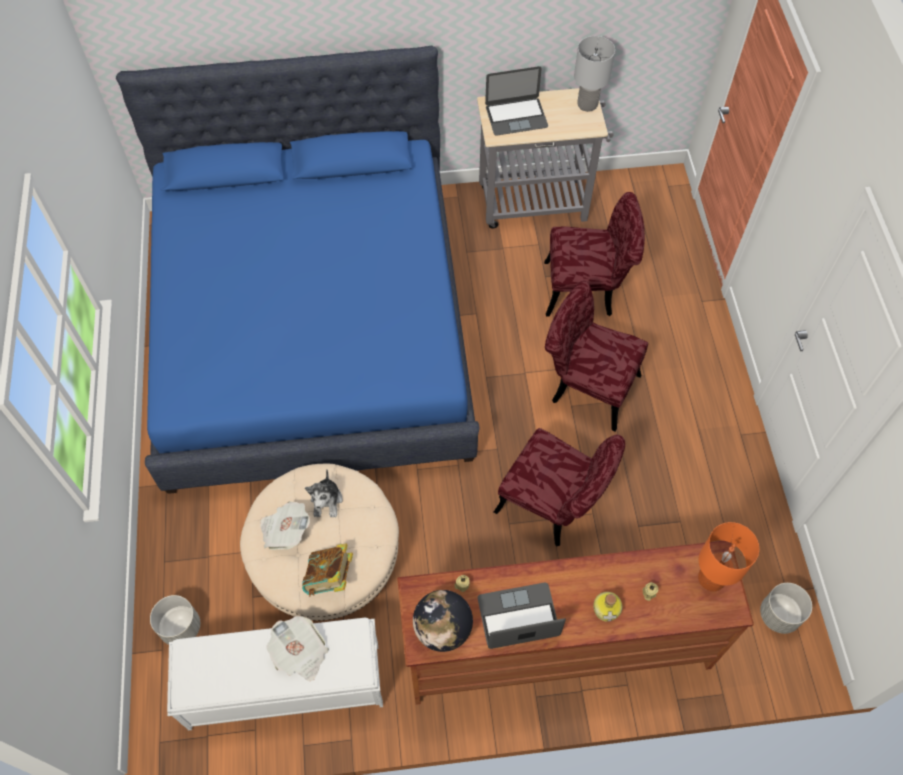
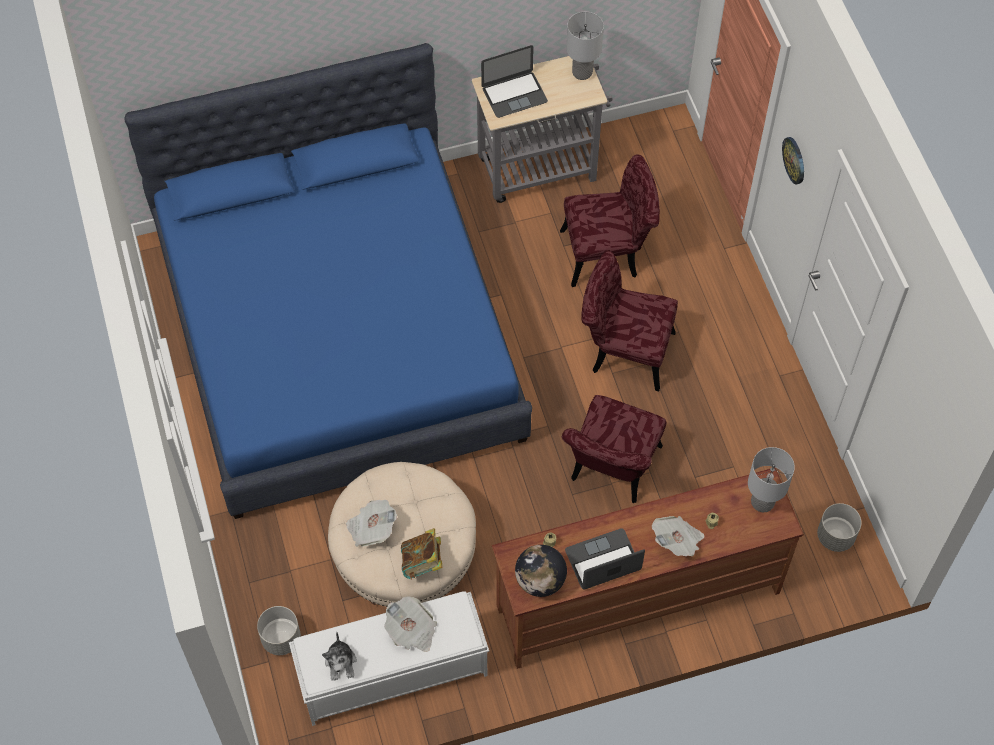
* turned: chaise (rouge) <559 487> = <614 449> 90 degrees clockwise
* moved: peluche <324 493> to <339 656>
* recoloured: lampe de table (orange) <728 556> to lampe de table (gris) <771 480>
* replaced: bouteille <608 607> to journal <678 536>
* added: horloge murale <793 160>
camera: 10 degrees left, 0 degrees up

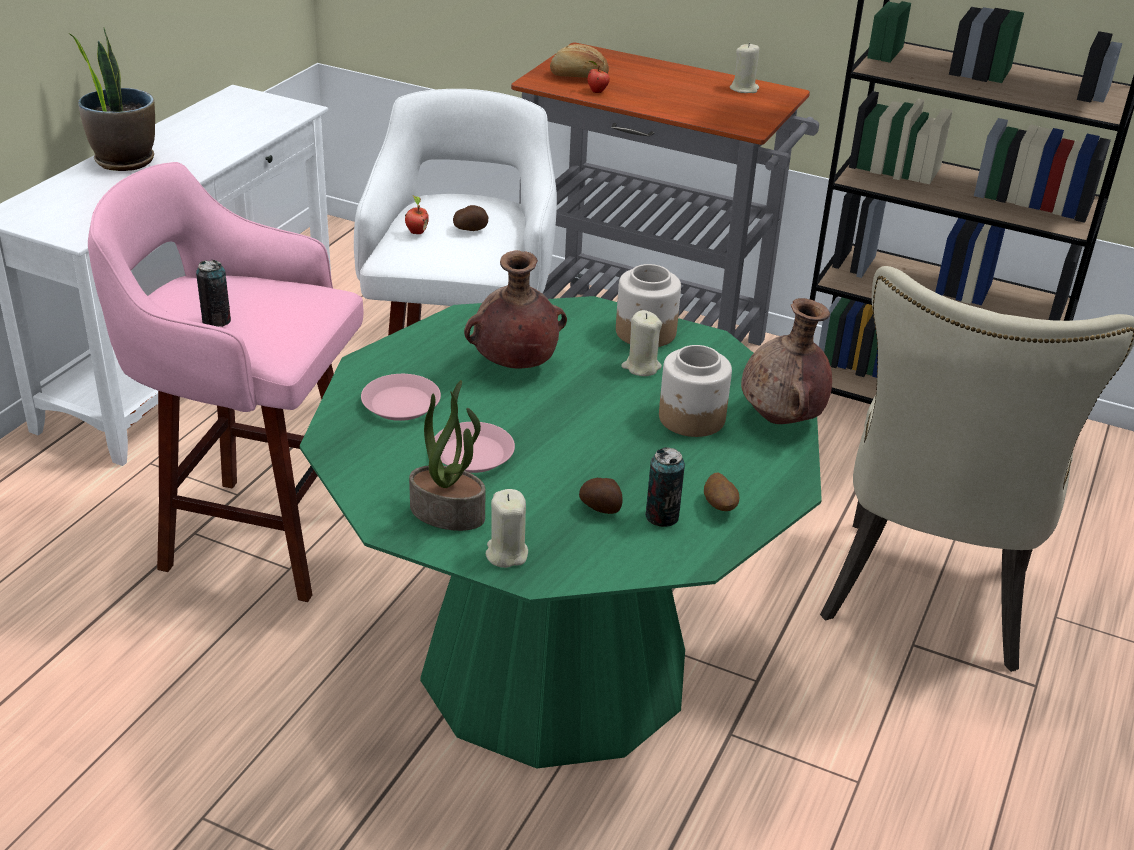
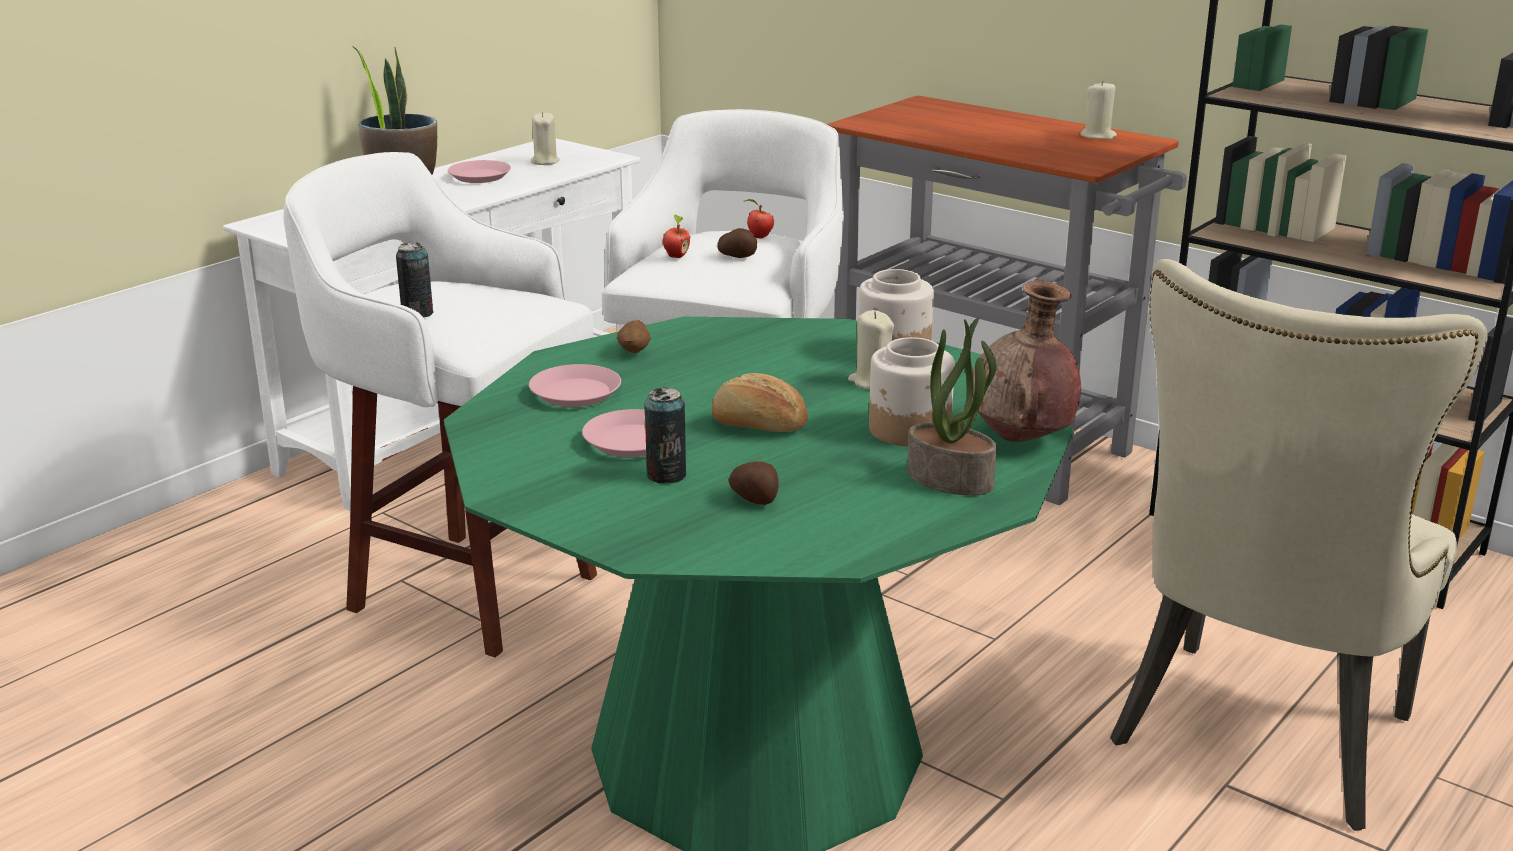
* moved: pain <579 61> to <760 402>
* moved: pomme <598 77> to <759 219>
* recoloured: tabouret (rose) <225 382> to tabouret (blanc) <440 404>
* removed: vase (marron) <515 309>
* moved: plante en pot <447 455> to <952 407>
* moved: boîte métallique <665 487> to <665 435>
* moved: pomme de terre <721 491> to <634 336>
* moved: bougie (beige) <507 528> to <545 138>
* added: assiette (rose) <479 171>
camera: 15 degrees right, 10 degrees down

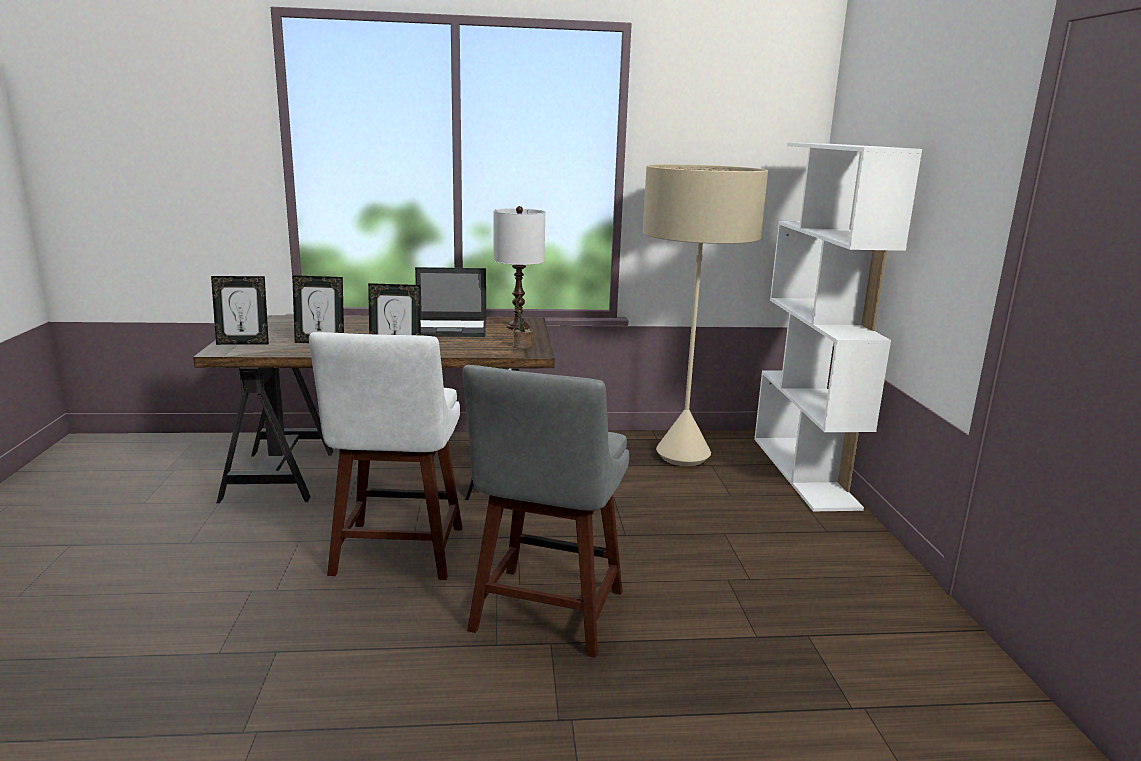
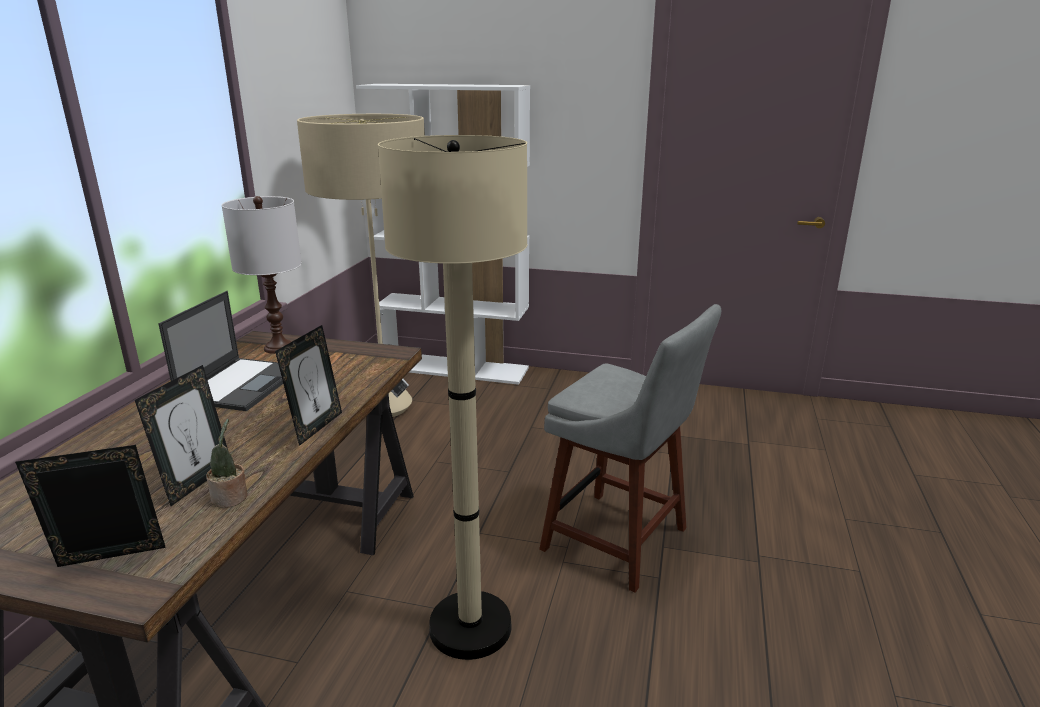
* turned: cadre photo <240 310> = <90 506> 120 degrees counterclockwise
* moved: plante en pot <523 322> to <227 463>
* replaced: chaise (blanc) <385 456> to lampadaire (beige) <453 397>
camera: 70 degrees left, 5 degrees up

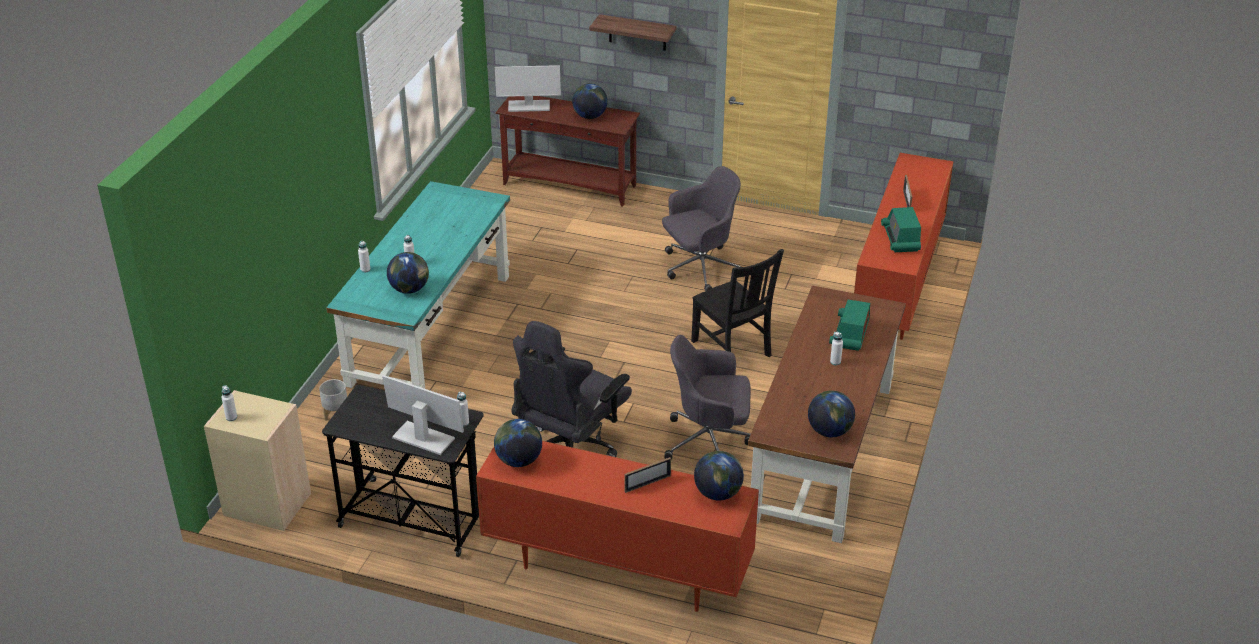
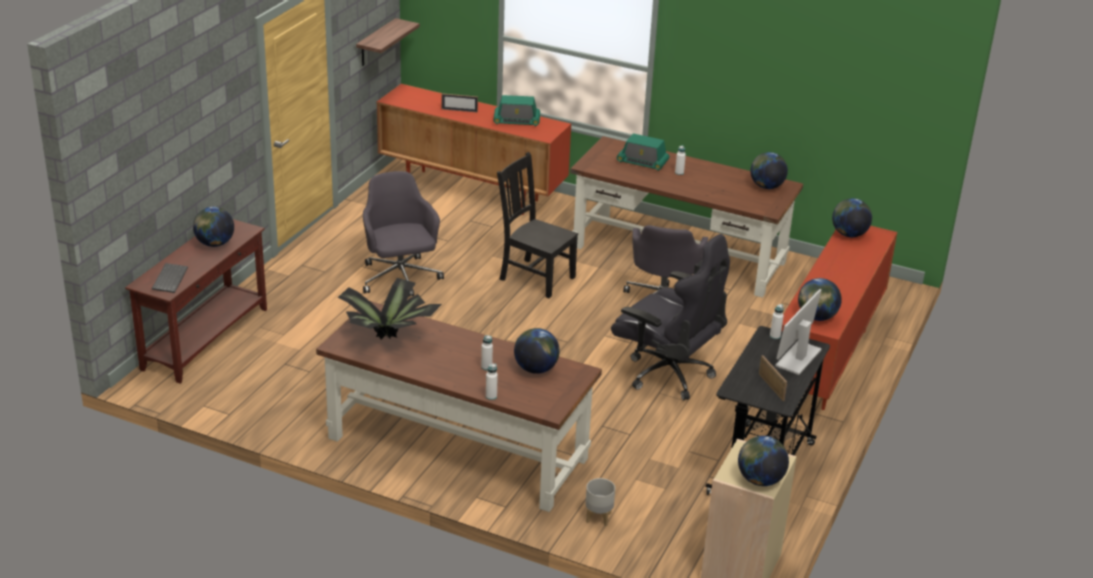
* moved: étagère <633 32> to <388 42>
* replaced: écran d'ordinateur <528 88> to clavier <170 278>
* recoloured: bureau (turquoise) <418 285> to bureau (marron) <459 406>
* turned: chaise (noir) <737 303> = <537 225> 120 degrees counterclockwise
* replaced: bouteille (blanc) <229 403> to globe <763 461>
* moved: cadre photo <648 475> to <773 378>
* added: plante en pot <390 309>
camera: 85 degrees left, 5 degrees down

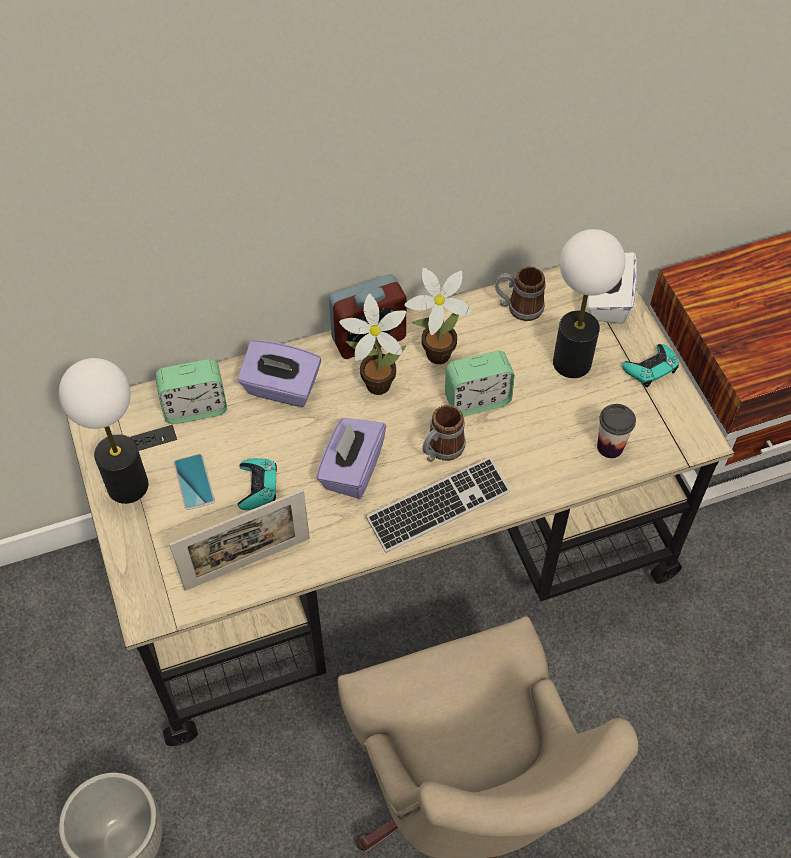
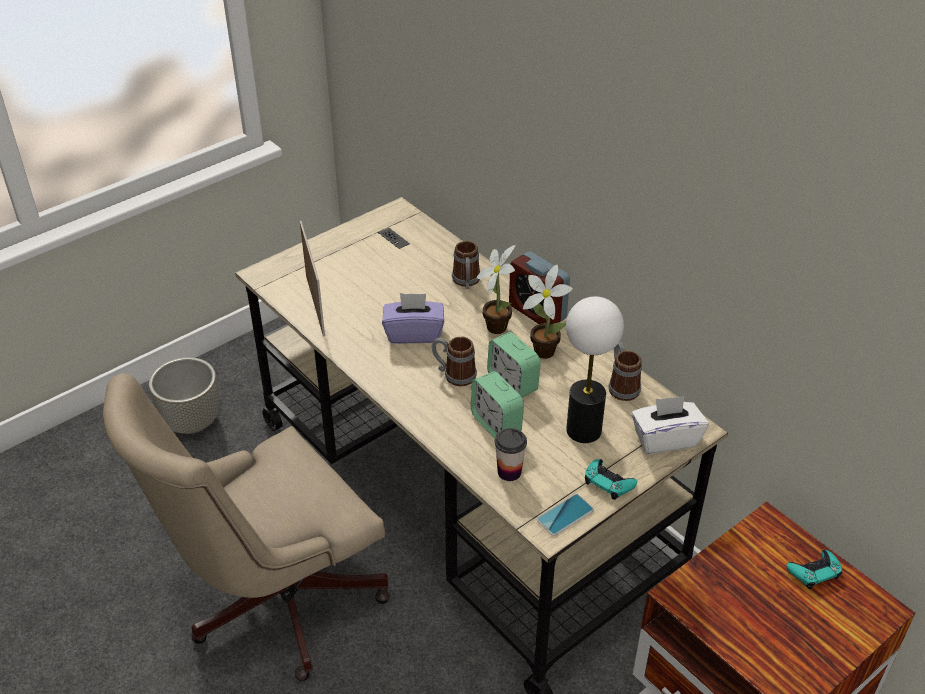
* replaced: boîte à mouchoirs (violet) <279 373> to mug <466 265>
* removed: lampe de table <104 431>
* moved: réveil <191 391> to <497 405>
* moved: téléphone <194 482> to <565 515>
* removed: clavier <438 505>
* moved: manette (turquoise) <257 484> to <814 569>
* turned: cadre photo <239 540> = <312 278> 150 degrees counterclockwise
camera: 70 degrees right, 15 degrees down

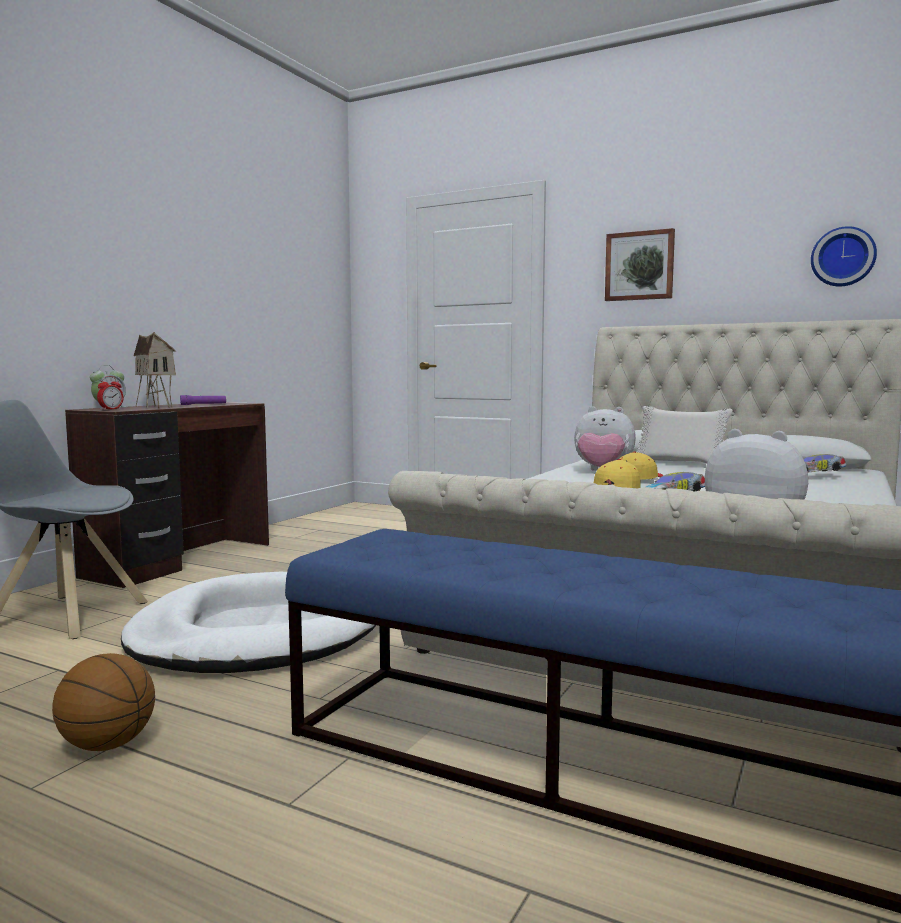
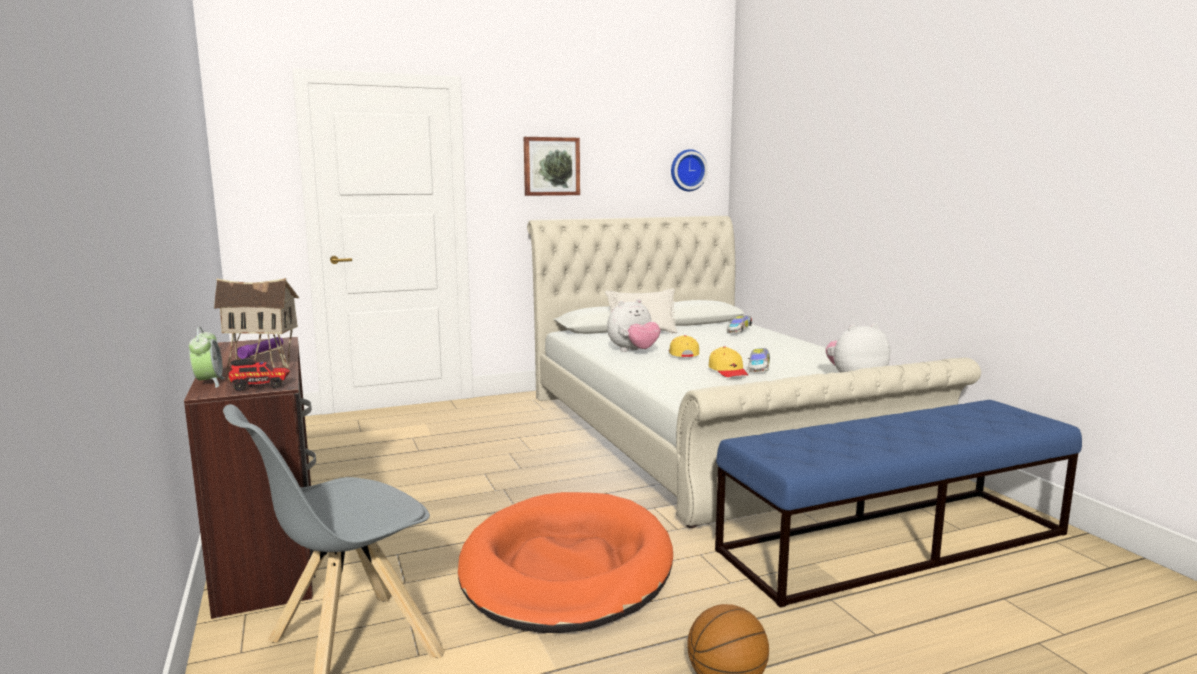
* replaced: réveil <110 393> to camion jouet <259 375>
* recoloured: panier pour chien (blanc) <248 622> to panier pour chien (orange) <565 562>
camera: 50 degrees left, 5 degrees up

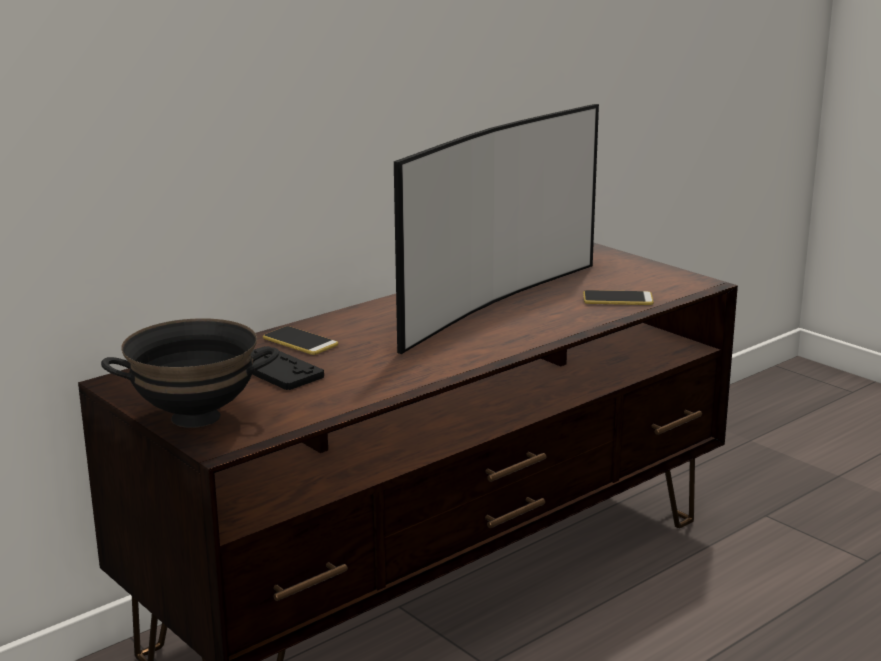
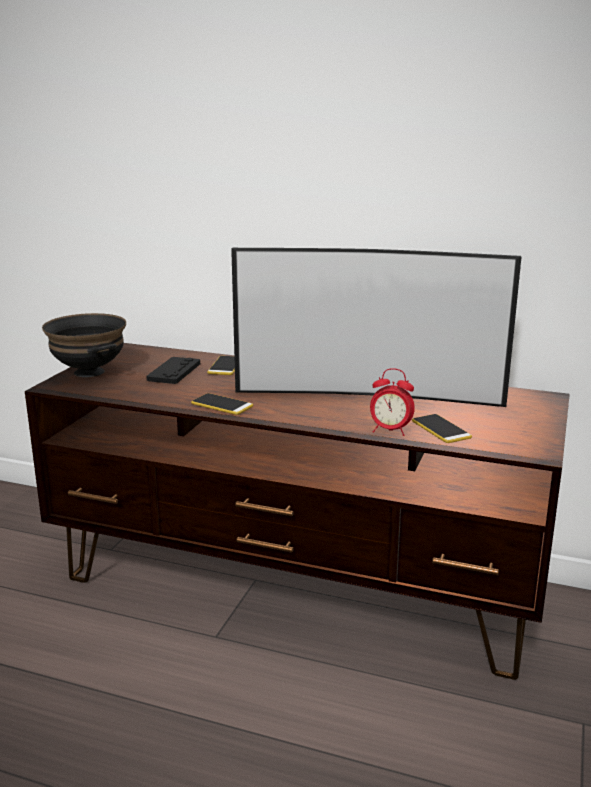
* added: réveil <392 402>
* added: téléphone <222 404>
camera: 60 degrees right, 0 degrees up

